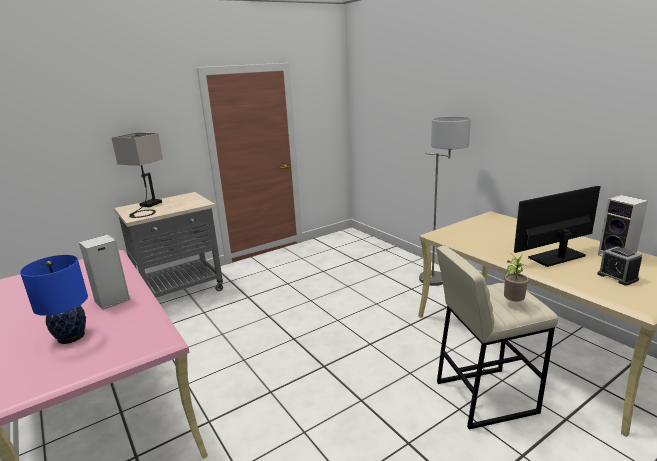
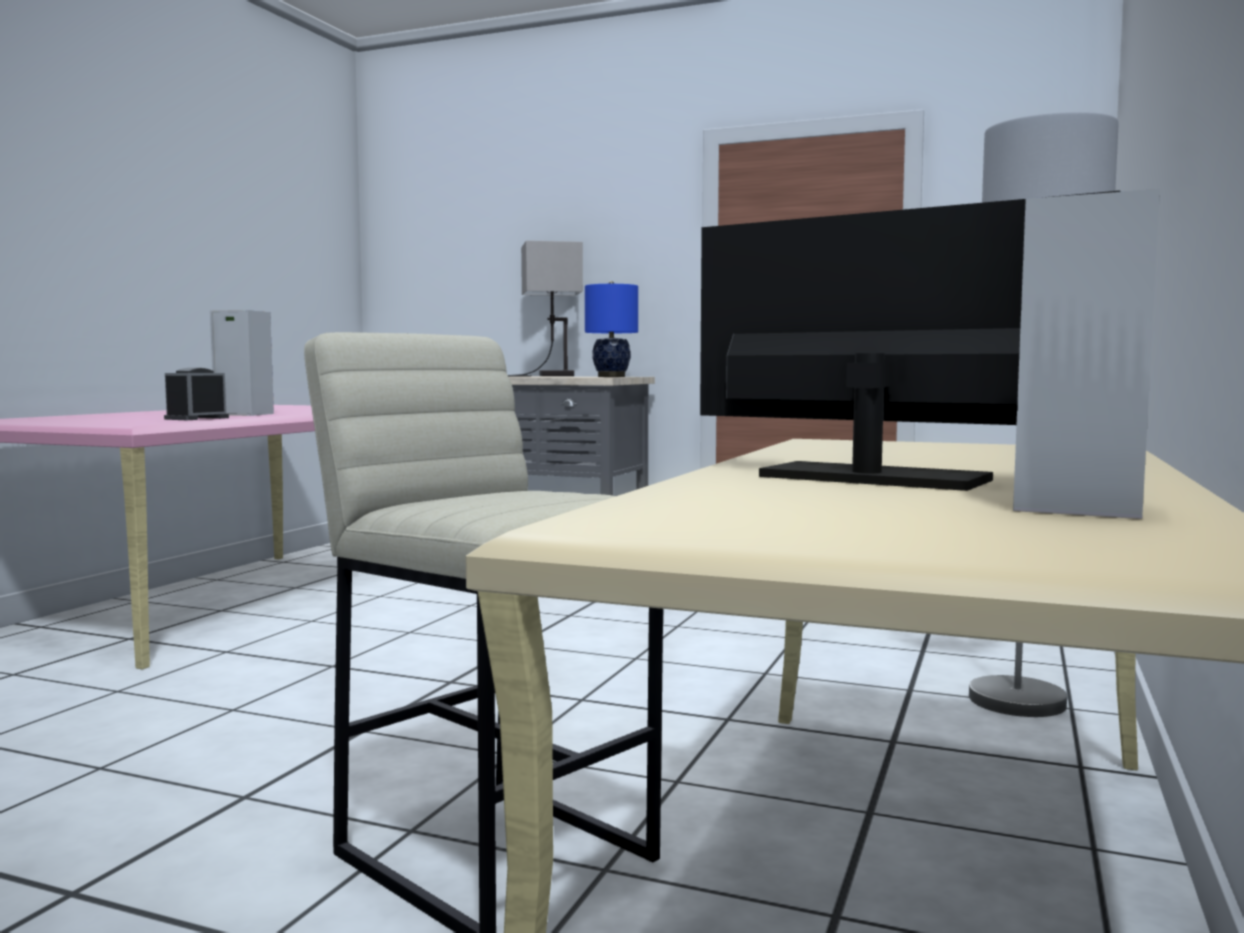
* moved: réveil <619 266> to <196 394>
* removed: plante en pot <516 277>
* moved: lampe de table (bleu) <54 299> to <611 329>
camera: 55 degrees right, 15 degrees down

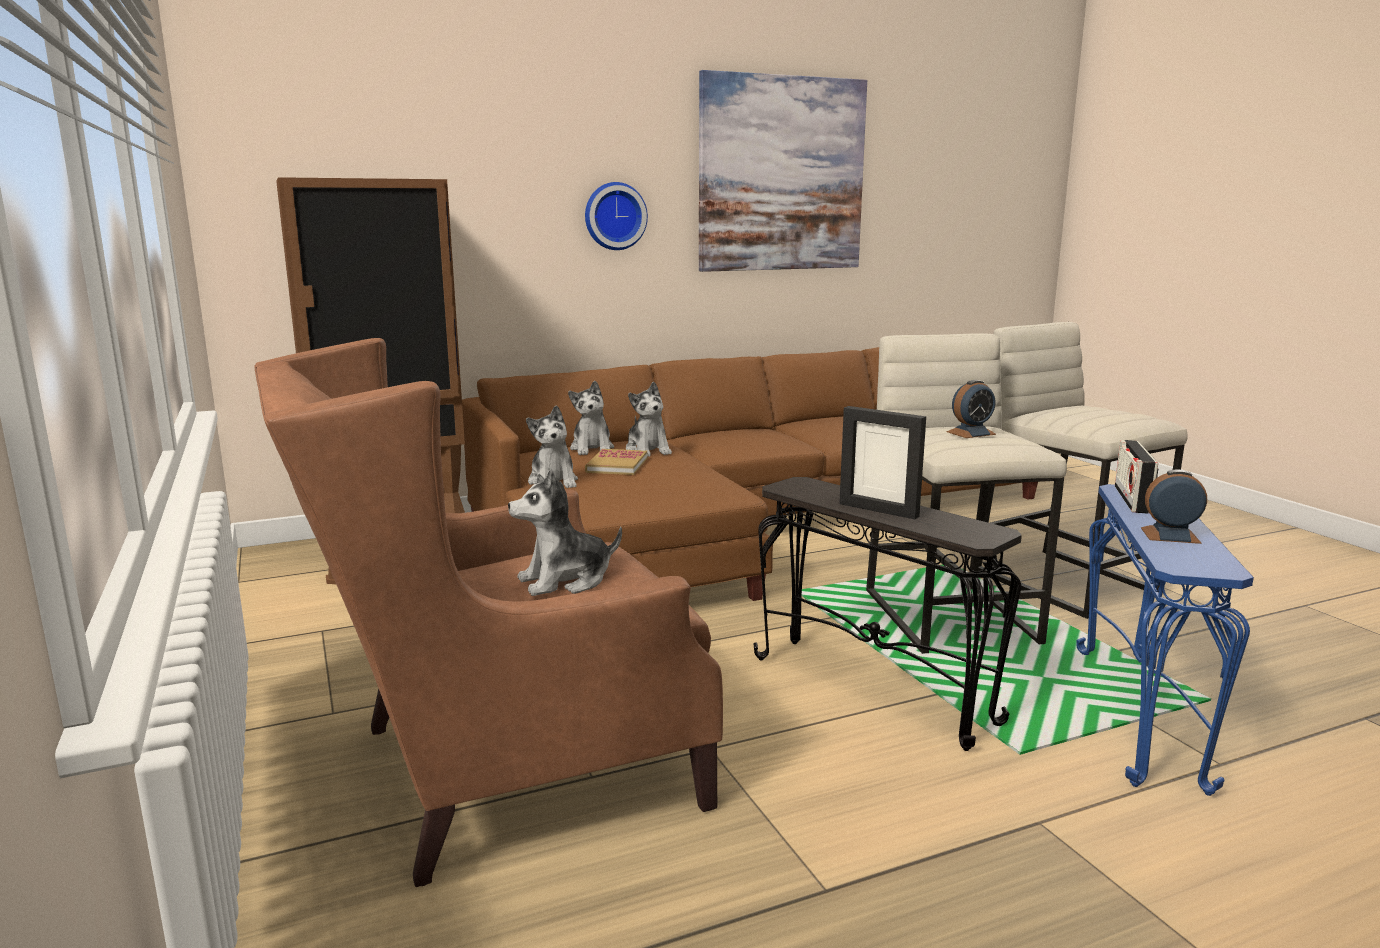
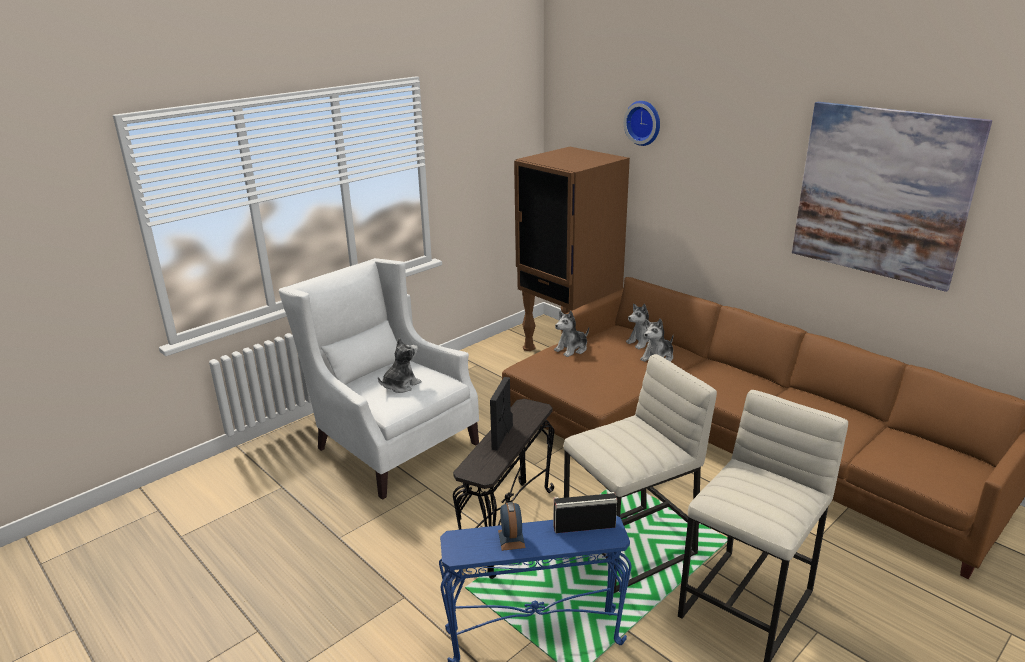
* moved: horloge murale <616 216> to <642 123>
* recoloured: fauteuil (marron) <488 612> to fauteuil (blanc) <379 379>
* removed: réveil <971 409>
* removed: livre <616 462>
* turned: peluche <565 532> = <399 365> 90 degrees clockwise
camera: 70 degrees right, 10 degrees up

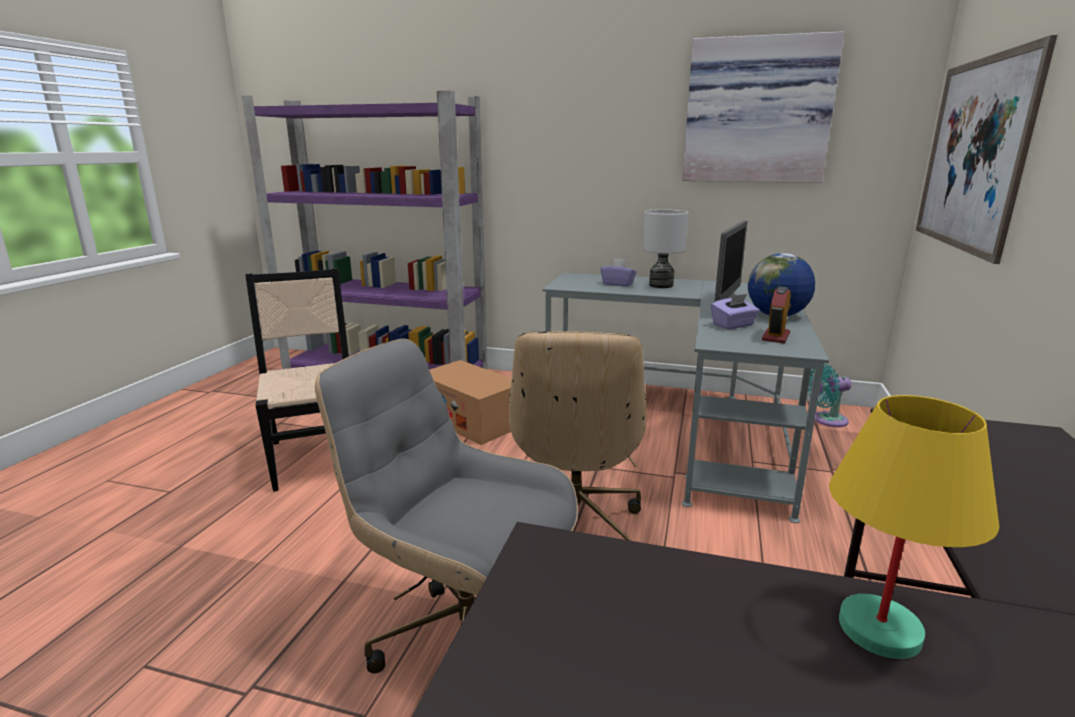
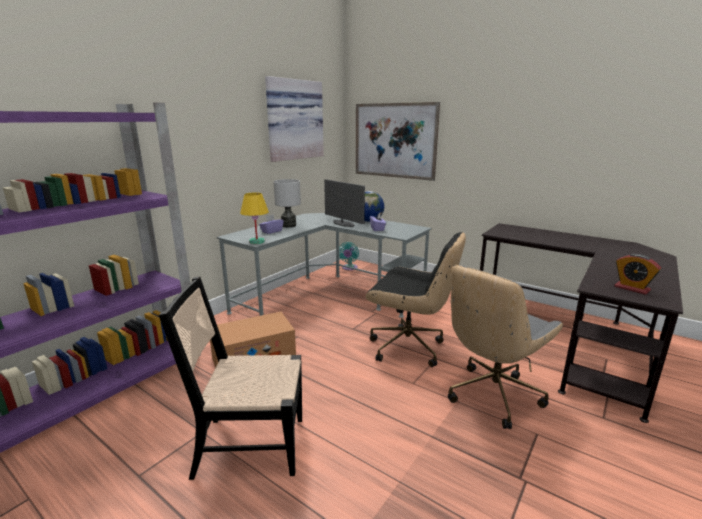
* moved: réveil <776 315> to <637 274>
* moved: lampe de table (jaune) <914 527> to <254 218>
camera: 70 degrees left, 0 degrees up

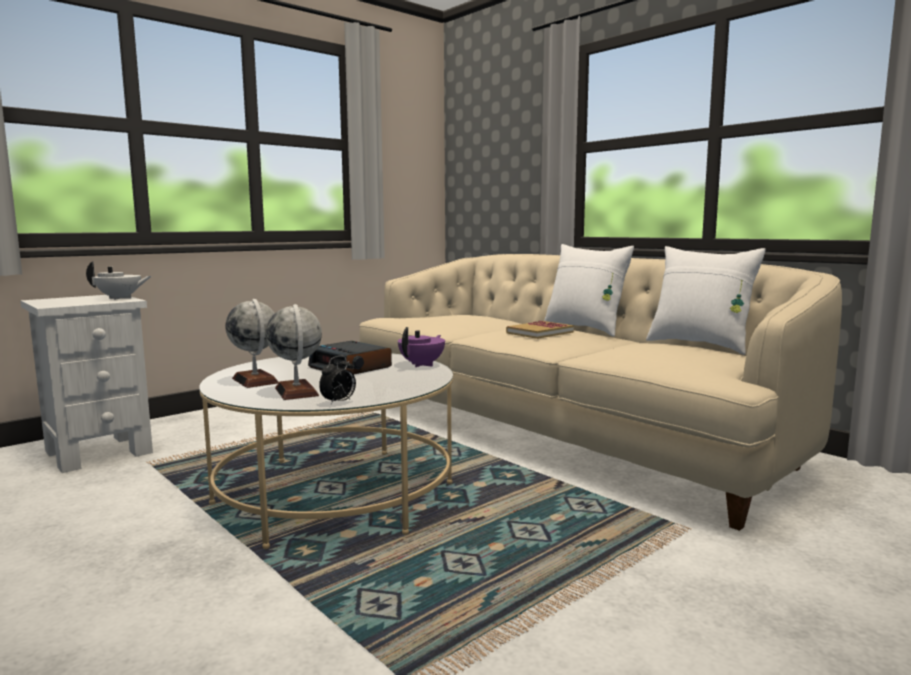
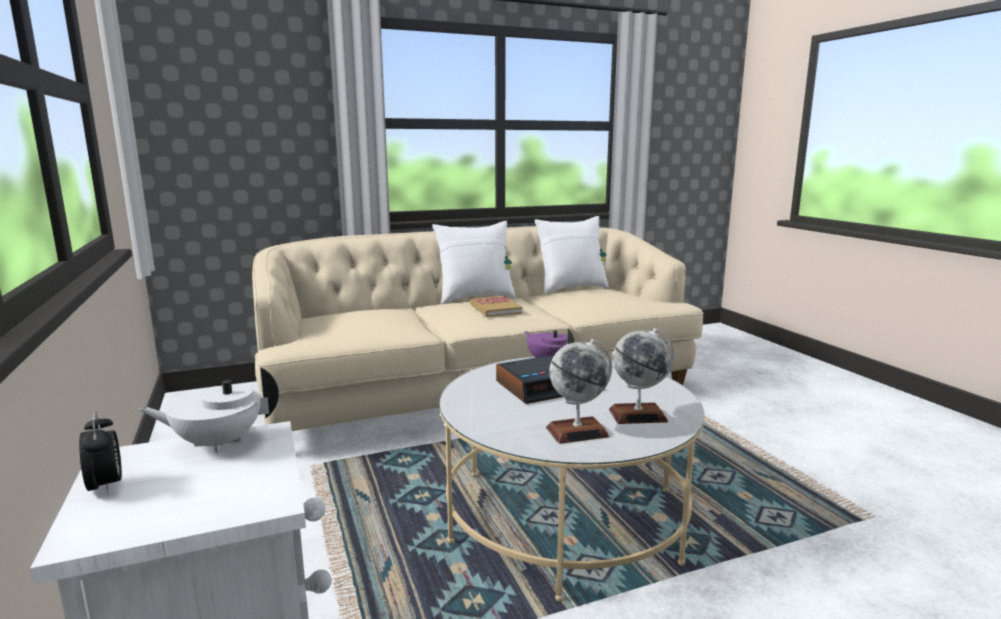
* turned: théière (blanc) <119 280> = <208 410> 120 degrees counterclockwise
* moved: réveil <337 380> to <100 453>
camera: 70 degrees left, 5 degrees up

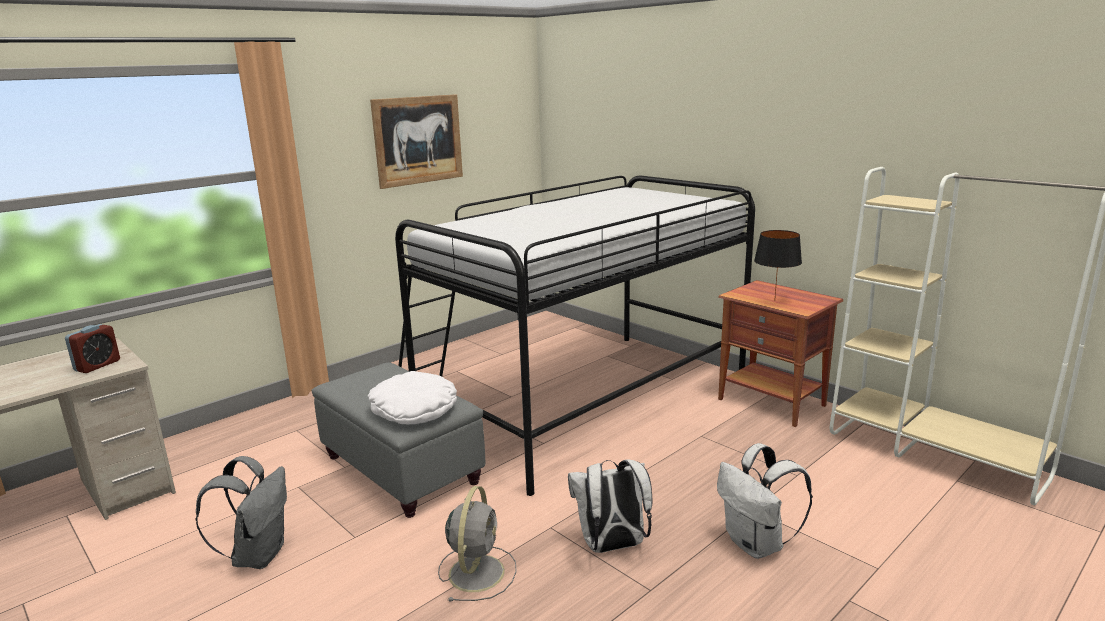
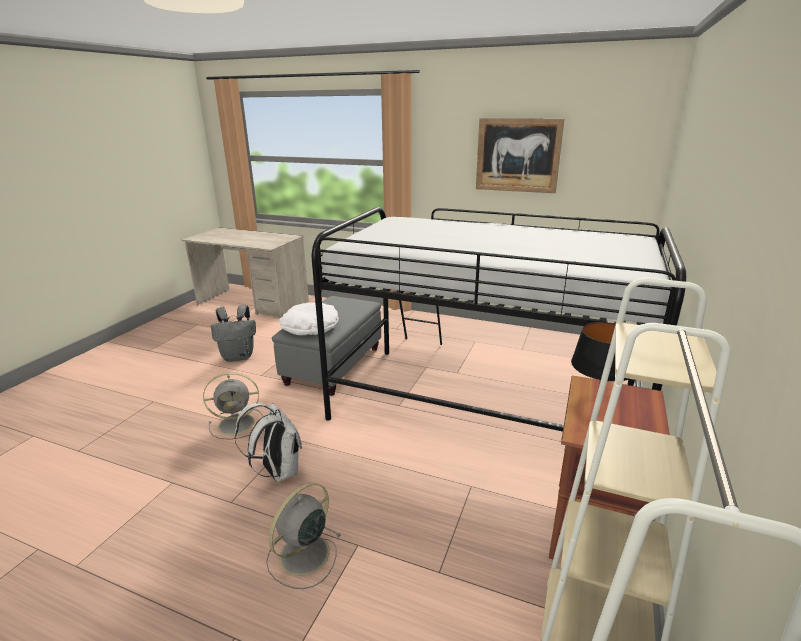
* removed: réveil <92 348>
* replaced: sac à dos (blanc) <765 501> to ventilateur (gris) <303 535>
camera: 65 degrees right, 5 degrees up

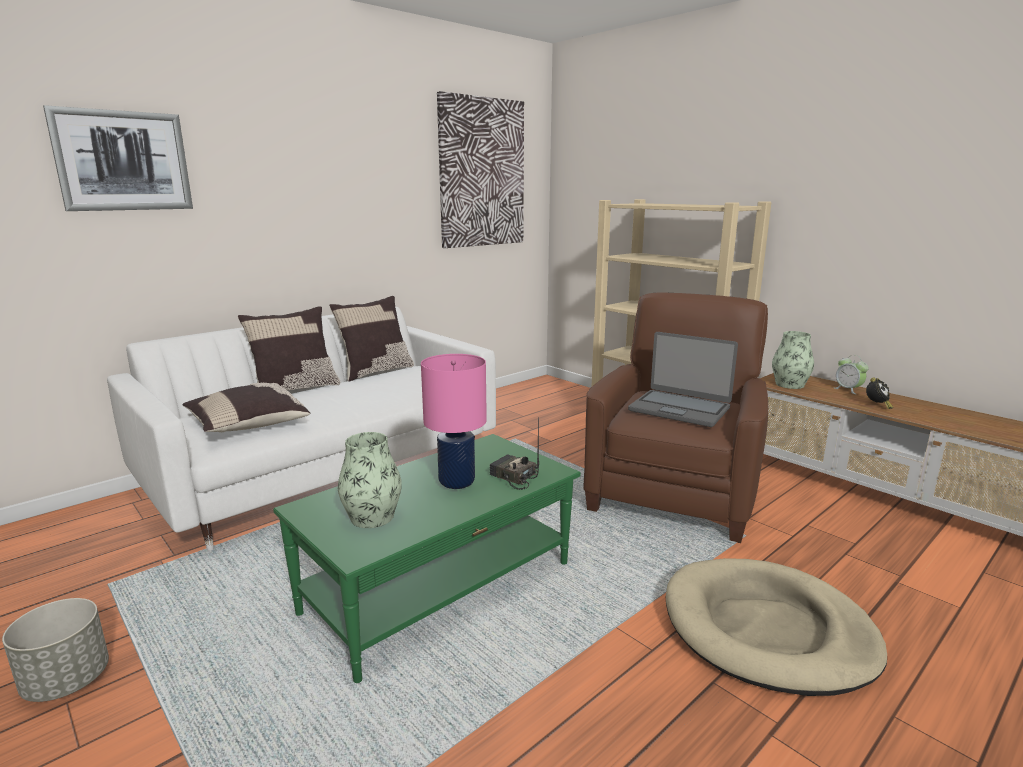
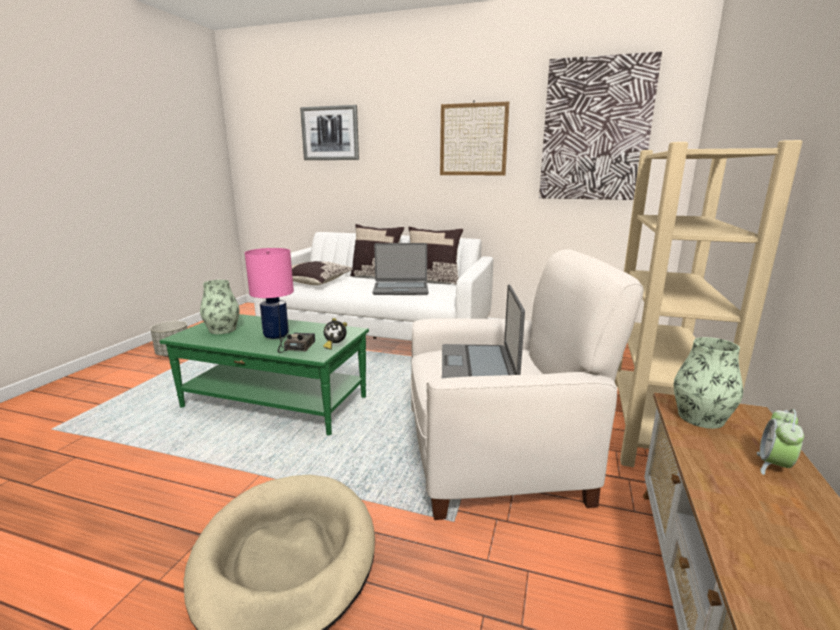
* recoloured: fauteuil (marron) <676 418> to fauteuil (blanc) <527 385>
* moved: réveil <879 393> to <335 334>
* added: tableau <474 138>
* added: ordinateur portable <400 269>
camera: 60 degrees right, 0 degrees up

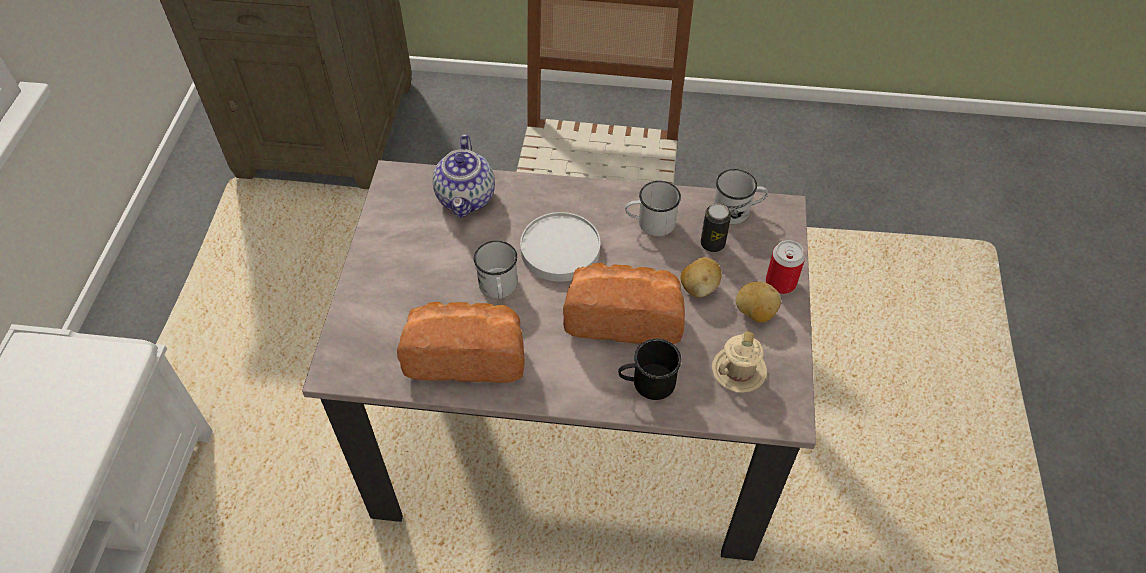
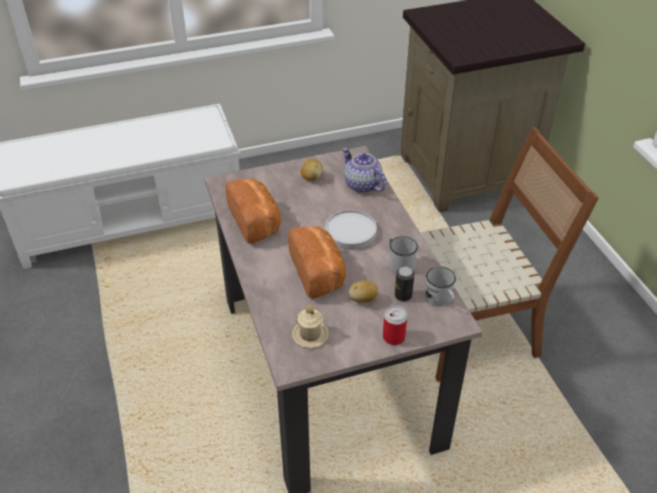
* turned: théière <463 176> = <364 170> 75 degrees clockwise
* removed: mug (blanc) <495 270>
* moved: pomme de terre <758 302> to <312 169>
* removed: mug (noir) <650 369>
camera: 65 degrees right, 10 degrees down

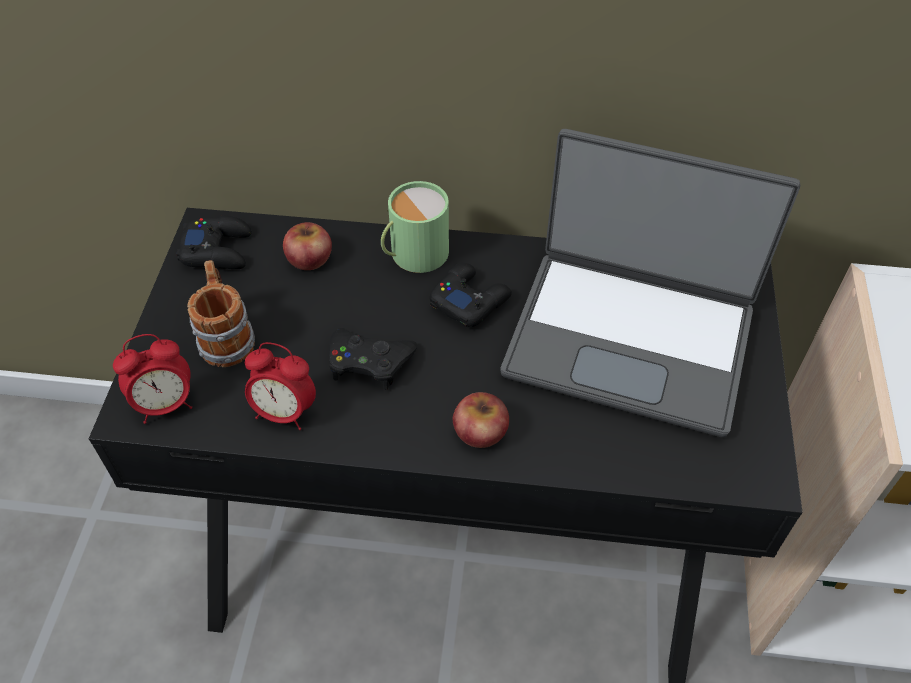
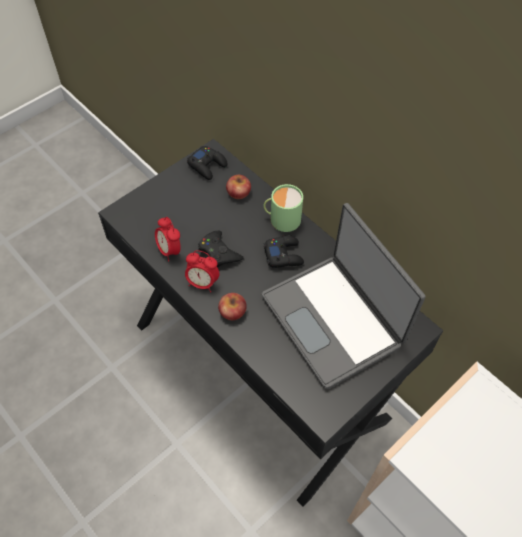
* removed: mug <221 313>
* moved: réveil <152 379> to <202 271>
camera: 40 degrees right, 5 degrees up

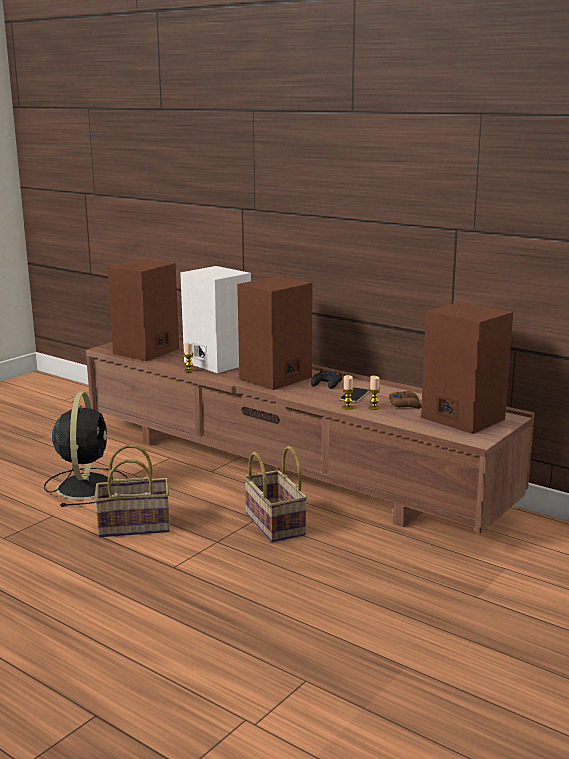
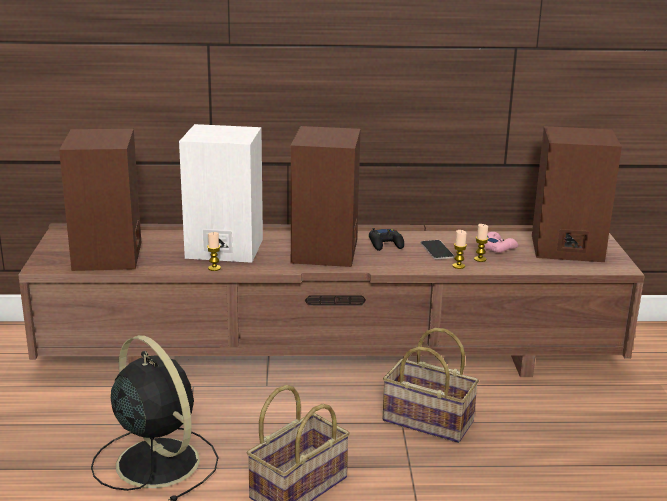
* recoloured: manette (marron) <405 399> to manette (rose) <498 242>
camera: 40 degrees left, 5 degrees up

